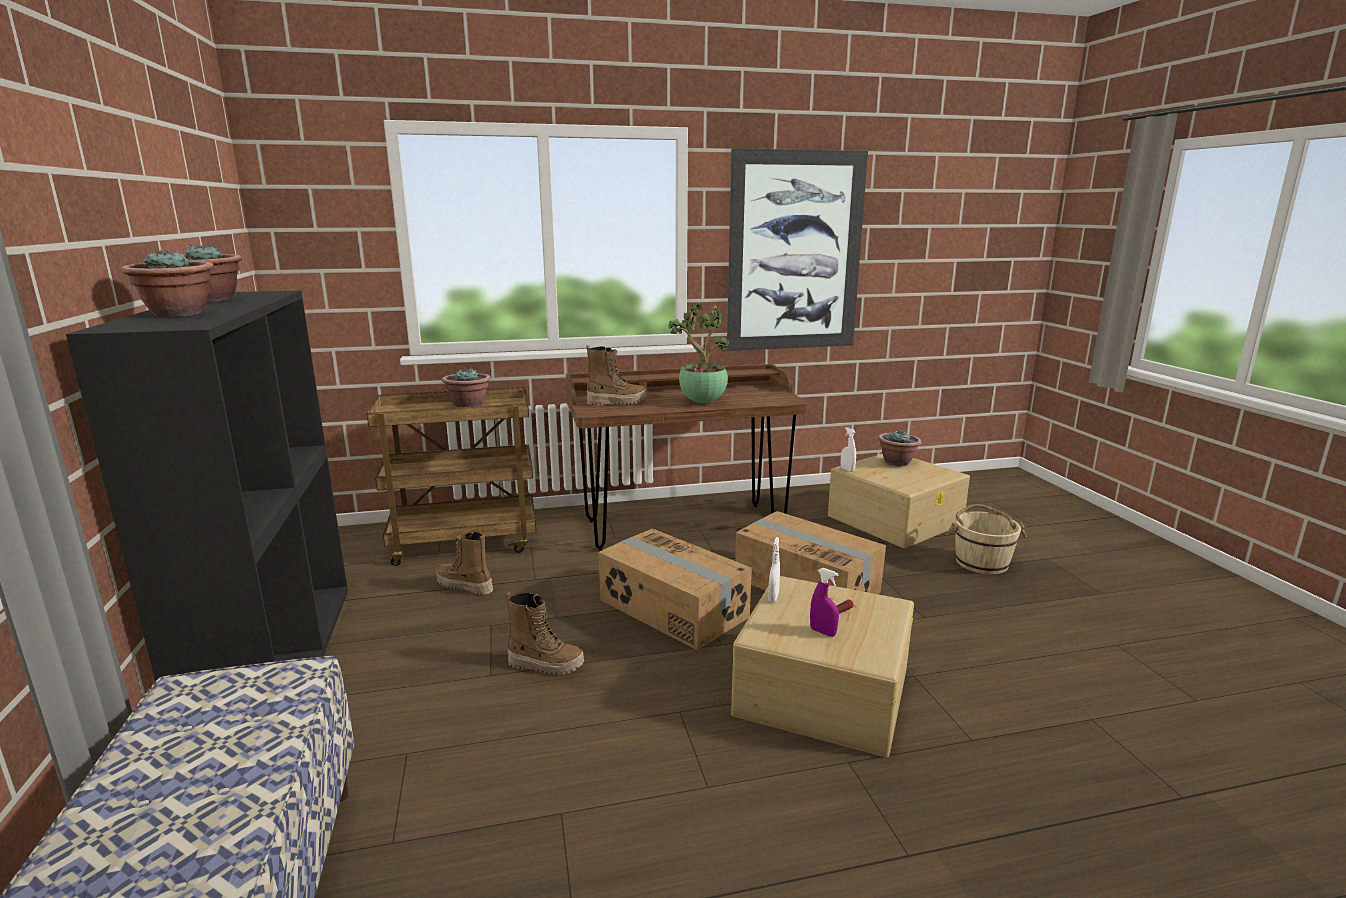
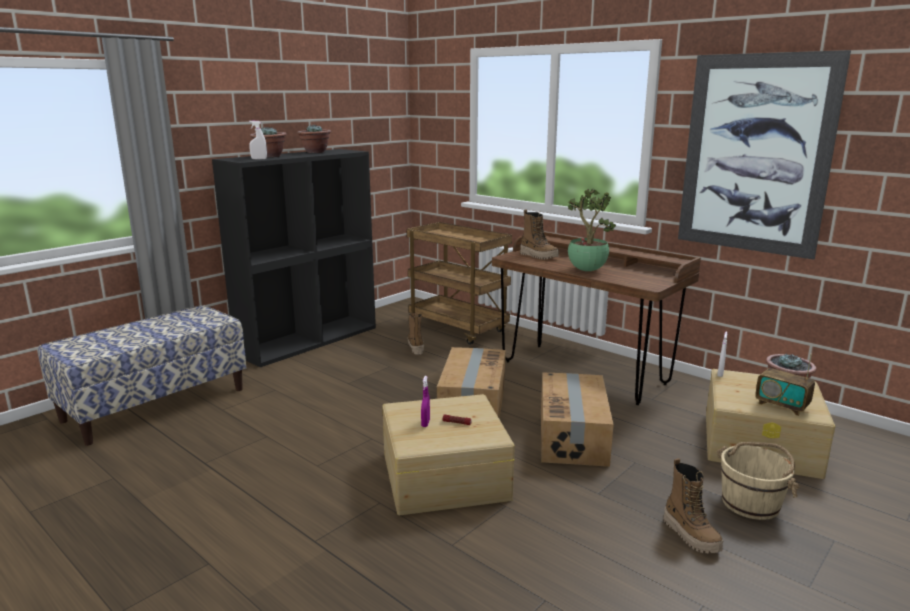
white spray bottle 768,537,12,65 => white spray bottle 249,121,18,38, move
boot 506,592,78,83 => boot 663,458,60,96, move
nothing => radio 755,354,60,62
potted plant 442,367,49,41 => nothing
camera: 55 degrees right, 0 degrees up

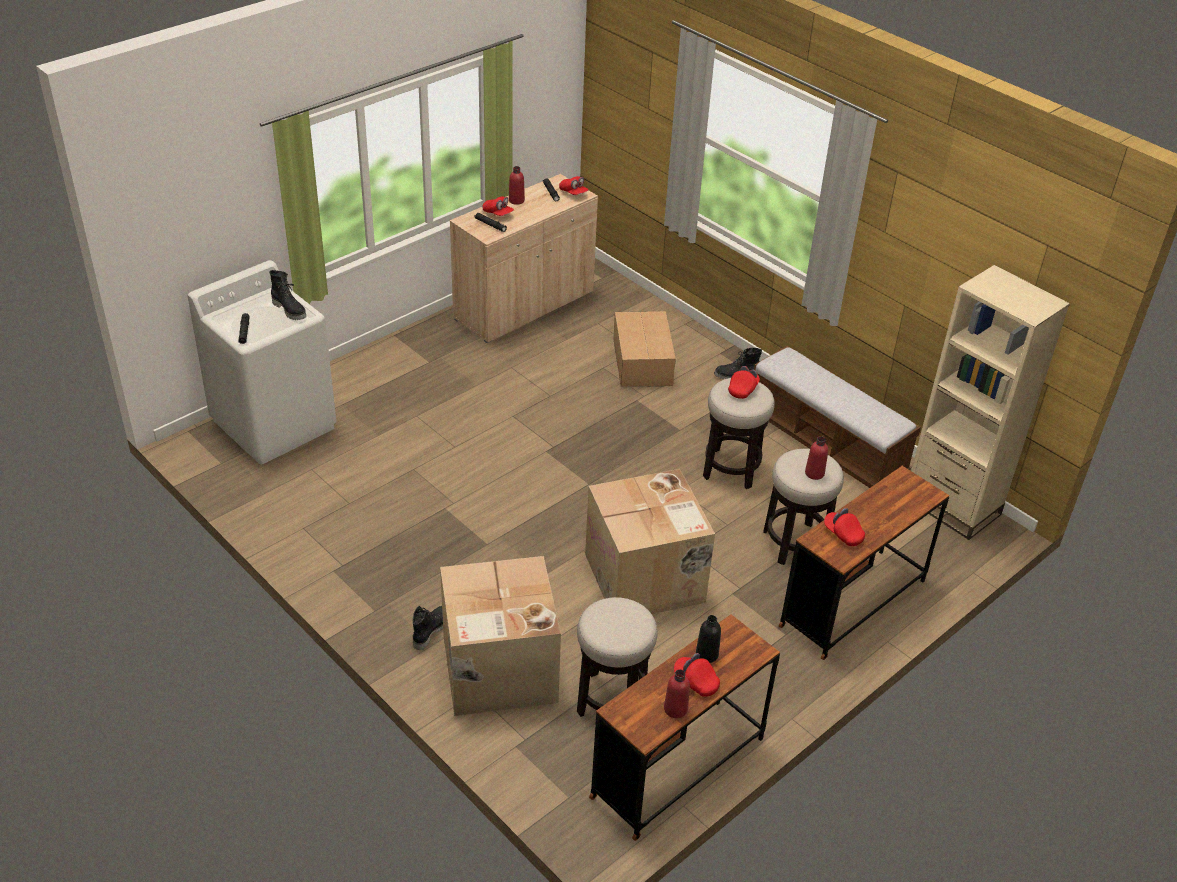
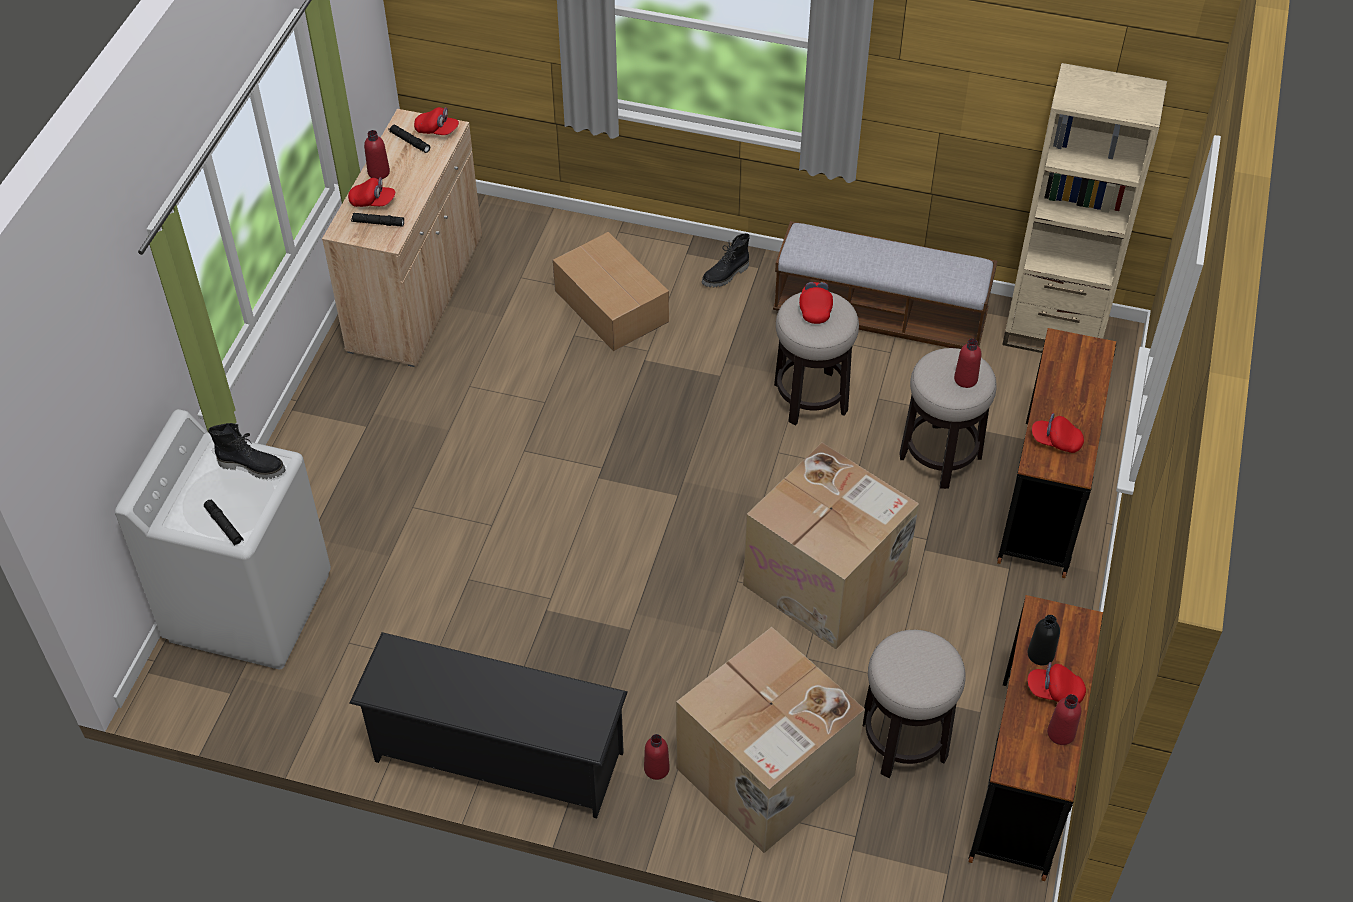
nothing => black shoe rack 349,632,279,186
black boot 412,606,31,44 => red bottle 644,734,26,46
camera: 30 degrees left, 10 degrees up

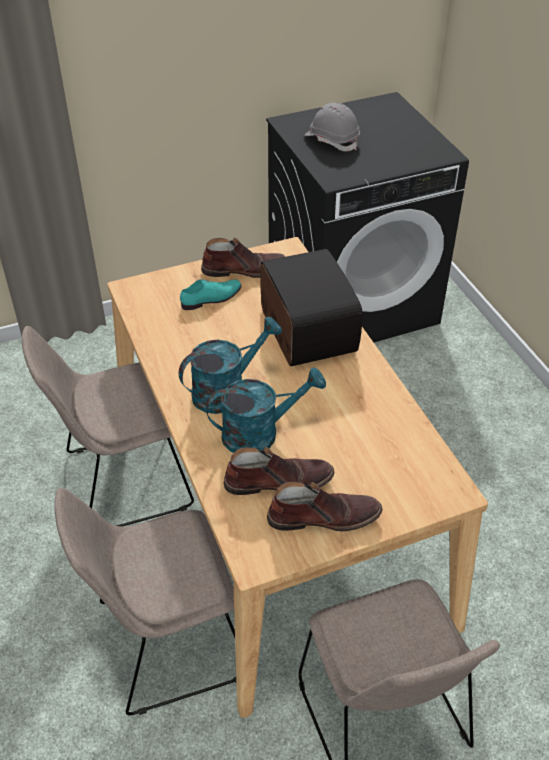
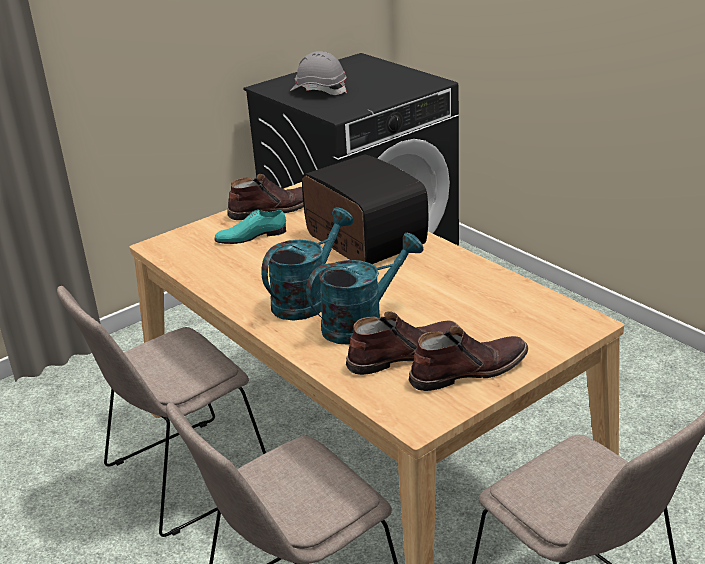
turquoise shoe 180,279,61,31 => turquoise shoe 214,209,72,35, 150 degrees counterclockwise
camera: 15 degrees left, 15 degrees down

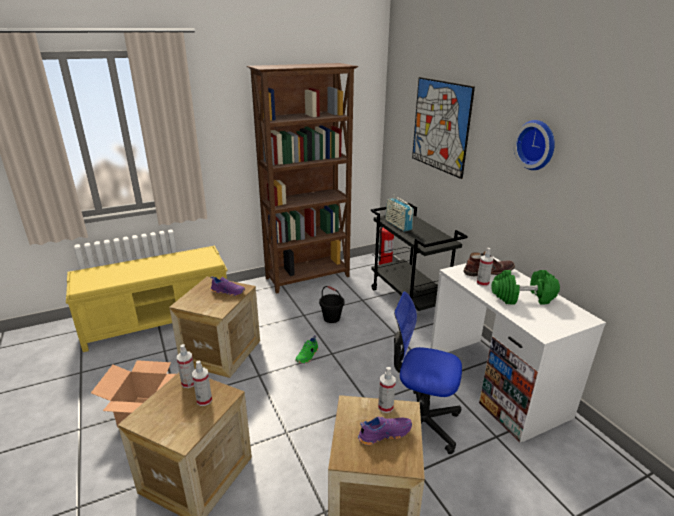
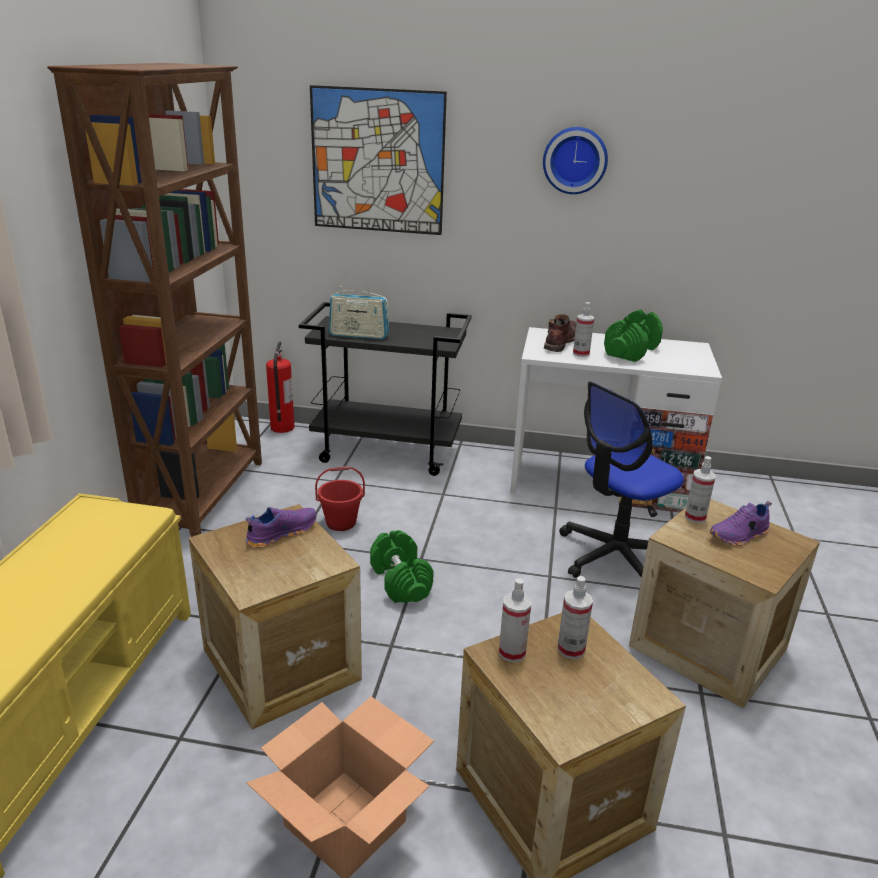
black bucket 319,286,25,37 => red bucket 315,466,50,65
green shoe 296,335,22,29 => green dumbbell 370,530,64,73
purple shoe 358,416,54,29 => purple shoe 710,501,62,45, 135 degrees counterclockwise
camera: 55 degrees left, 0 degrees up

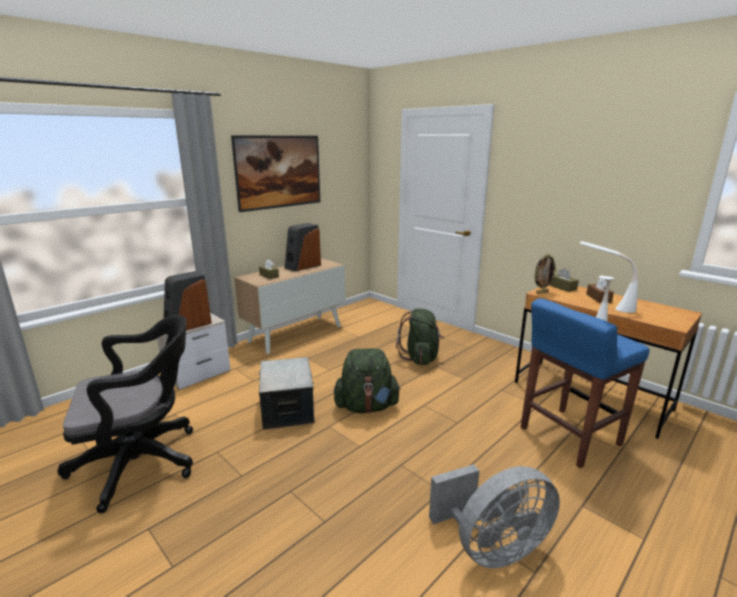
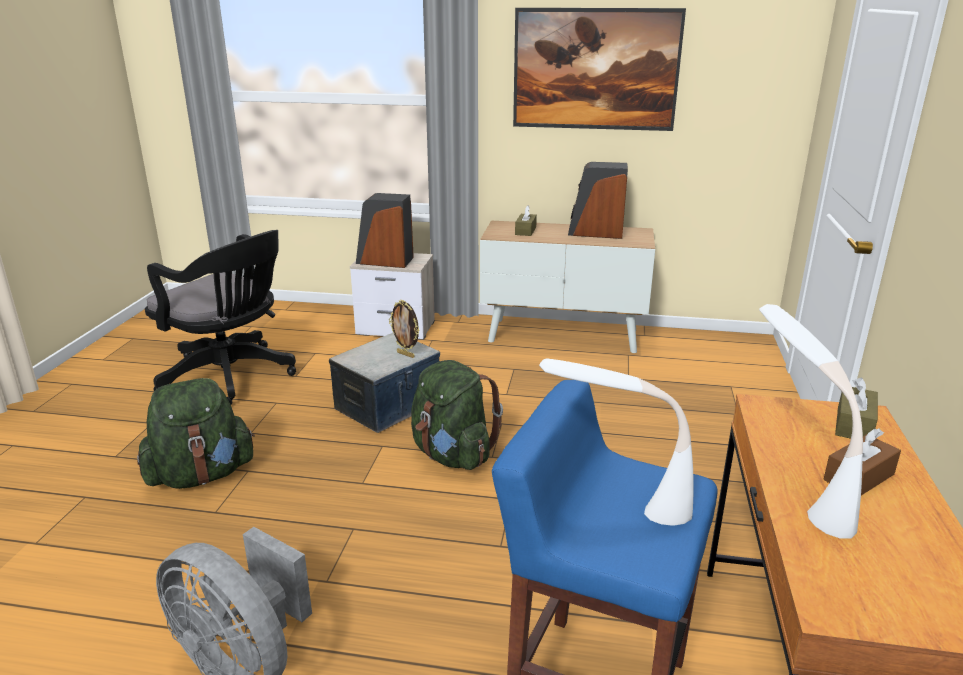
green backpack 396,308,48,57 => green backpack 137,378,118,111, move
picture frame 534,254,23,40 => picture frame 389,300,31,58, move
camera: 55 degrees right, 5 degrees up

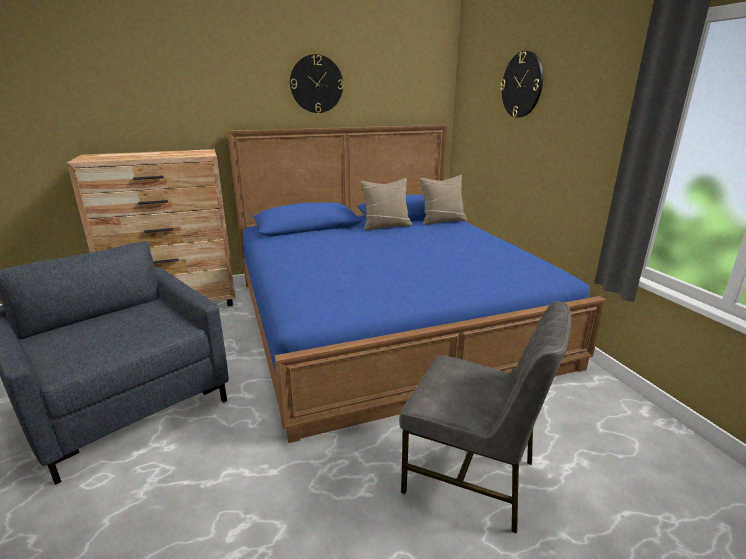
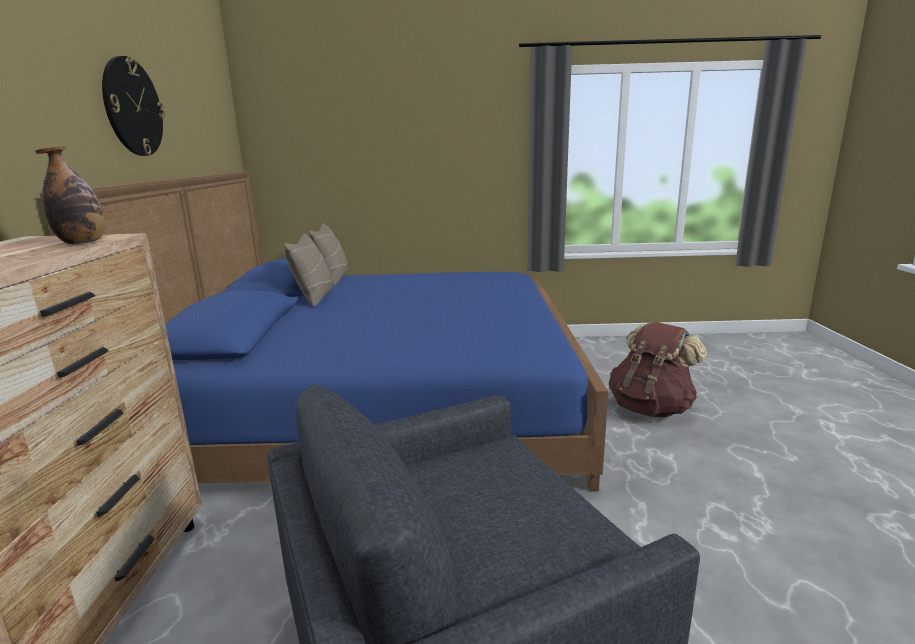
nothing => bottle 35,146,70,99
grey chair 399,301,172,233 => brown backpack 609,322,98,96
wall clock 500,51,43,67 => nothing
camera: 70 degrees left, 5 degrees down

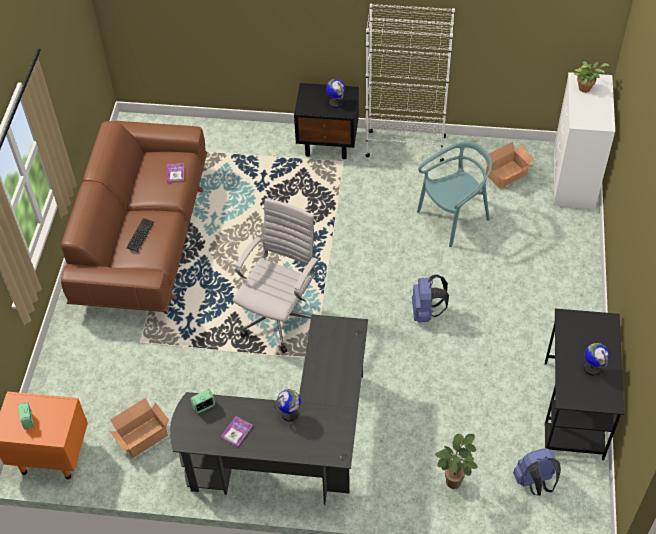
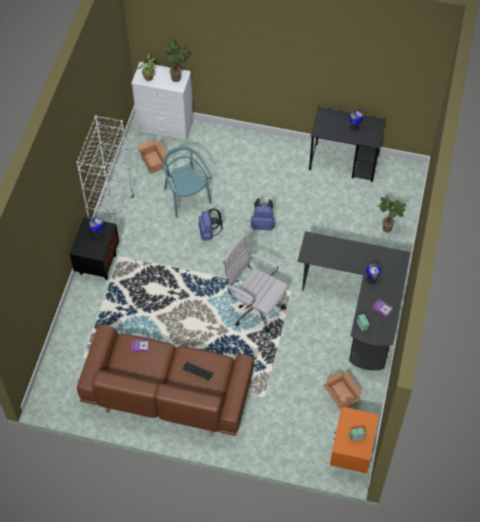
nothing => potted plant 163,41,27,41
blue backpack 513,448,48,48 => blue backpack 199,208,24,33, move
camera: 85 degrees left, 5 degrees up

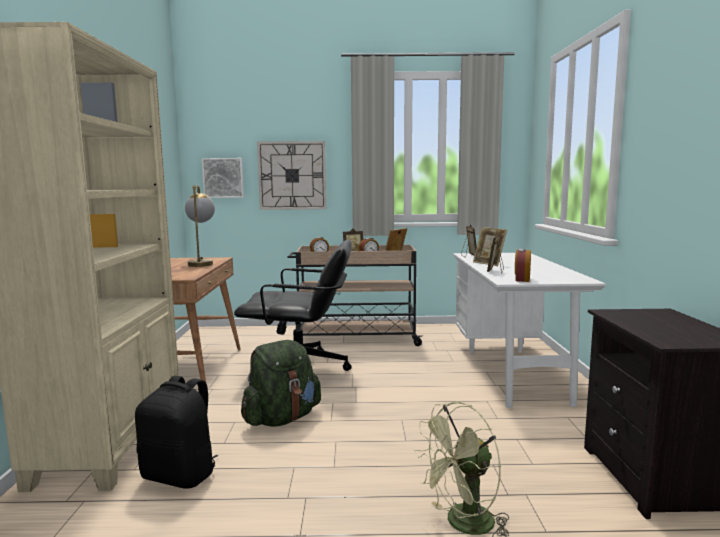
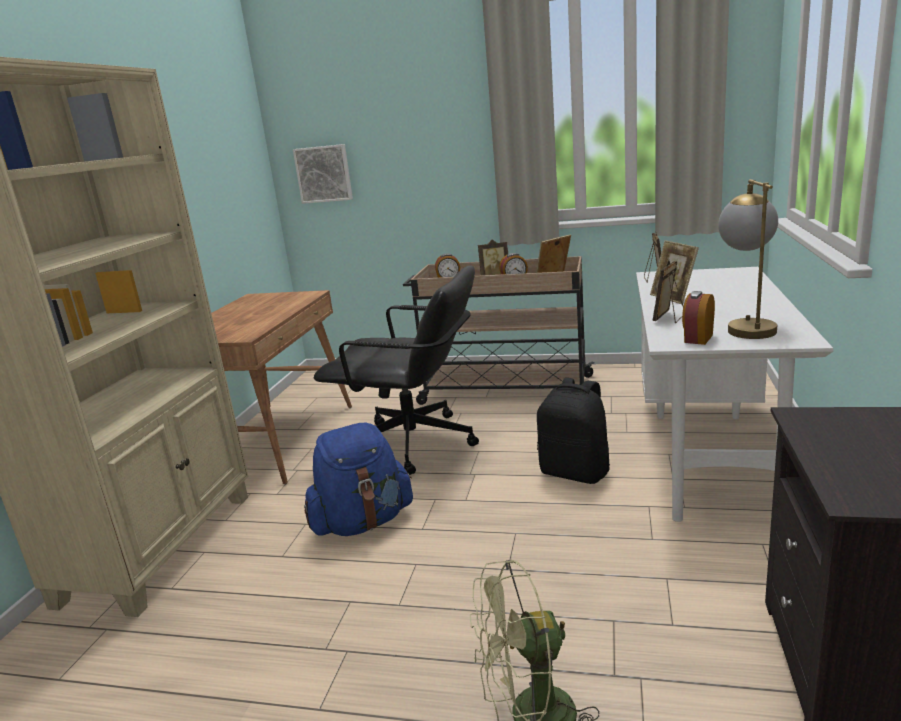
green backpack 241,340,80,87 => blue backpack 304,422,109,114
black backpack 135,376,83,112 => black backpack 537,378,73,106, move
table lamp 185,185,30,82 => table lamp 718,179,60,160, move
wall clock 257,141,69,69 => nothing
camera: 15 degrees right, 10 degrees up

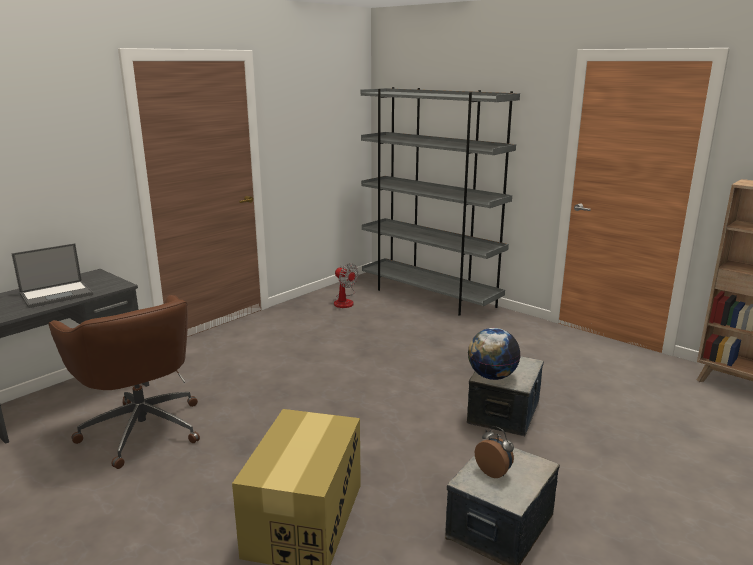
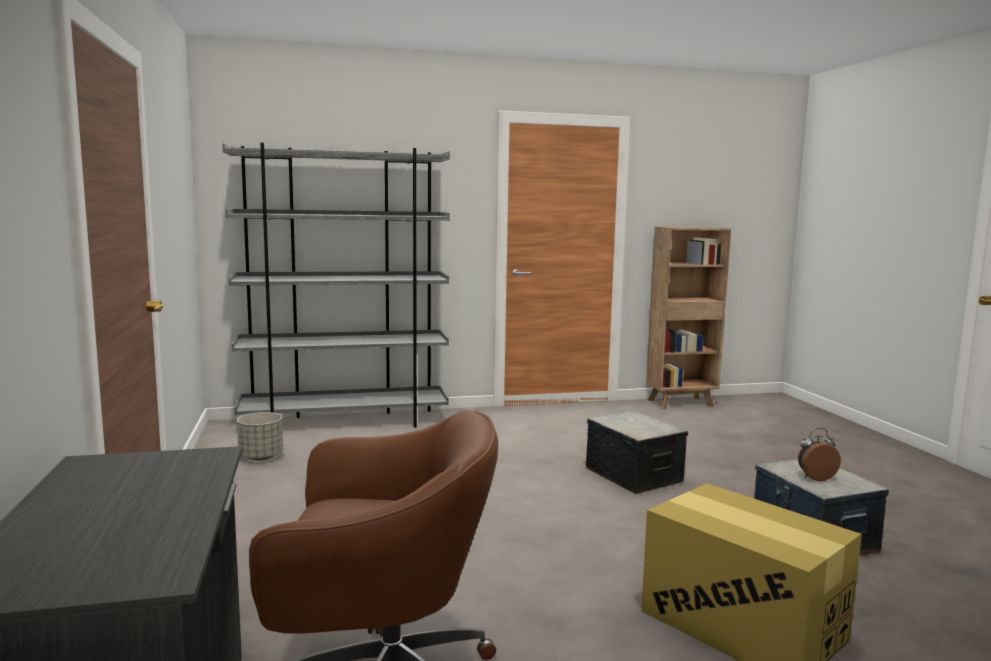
fan 334,263,25,45 => grey planter 237,412,46,48
laptop 11,243,82,65 => nothing
globe 468,328,53,52 => nothing
camera: 55 degrees left, 10 degrees down

